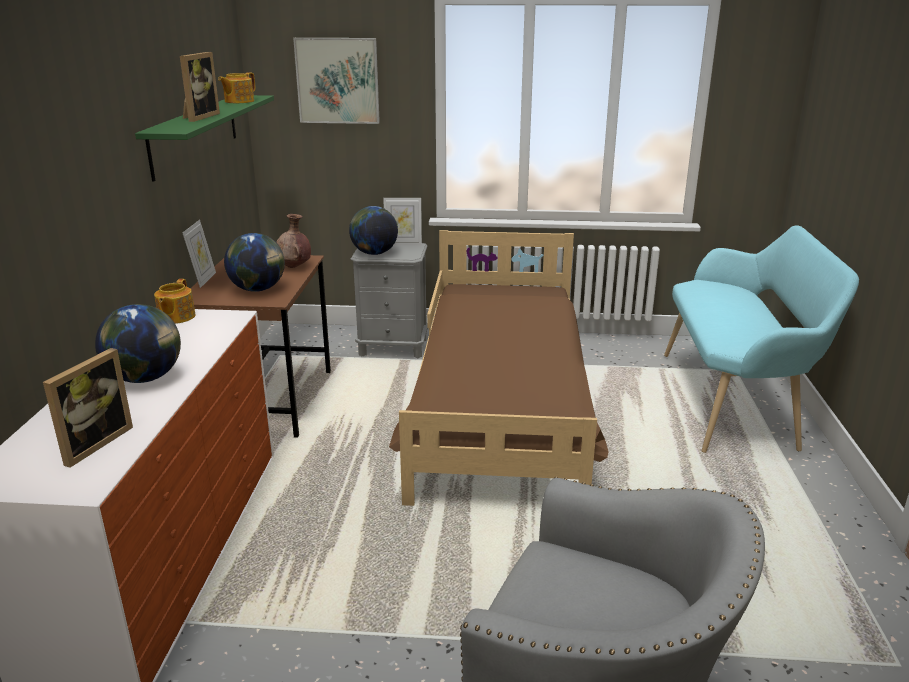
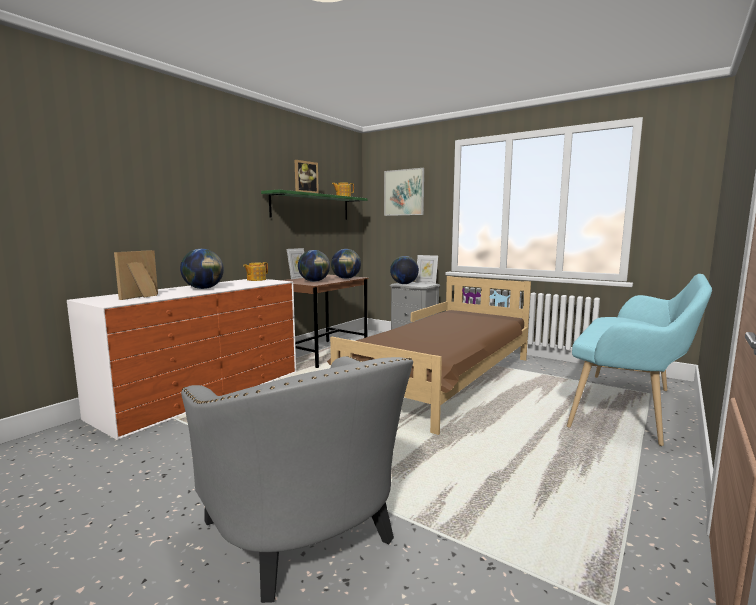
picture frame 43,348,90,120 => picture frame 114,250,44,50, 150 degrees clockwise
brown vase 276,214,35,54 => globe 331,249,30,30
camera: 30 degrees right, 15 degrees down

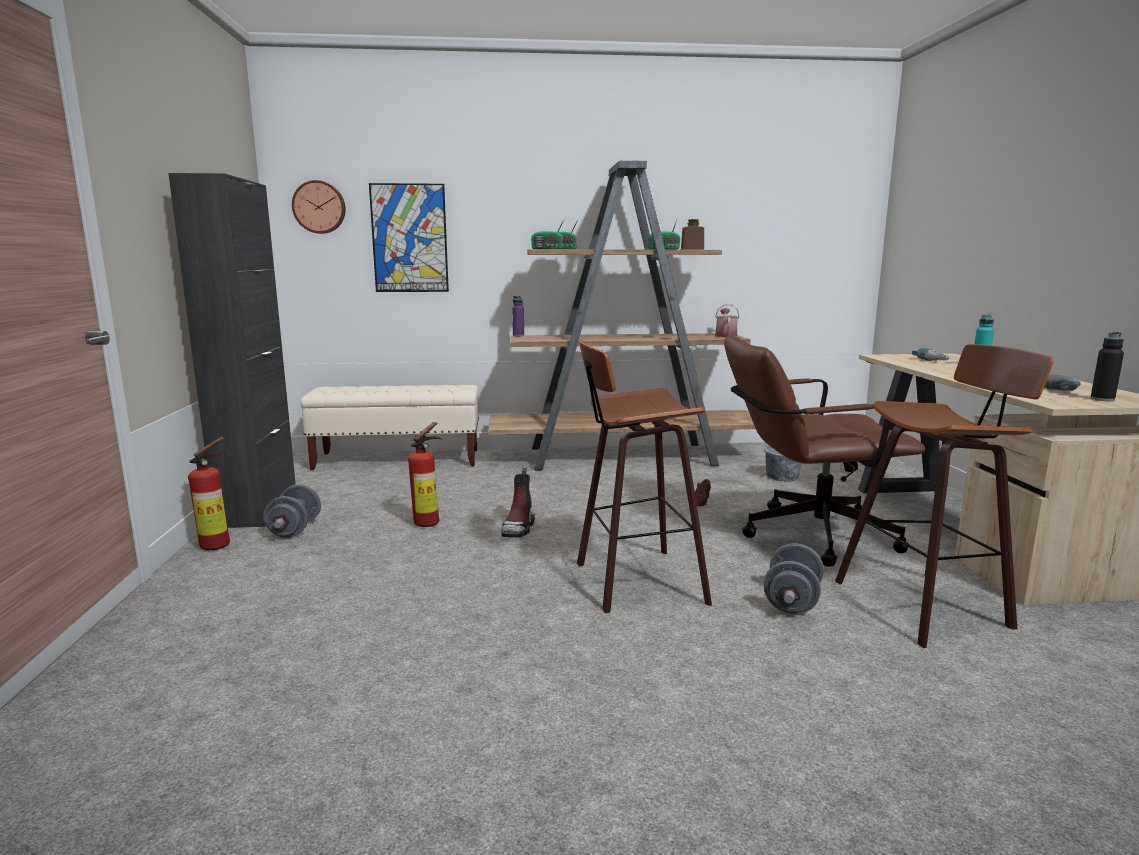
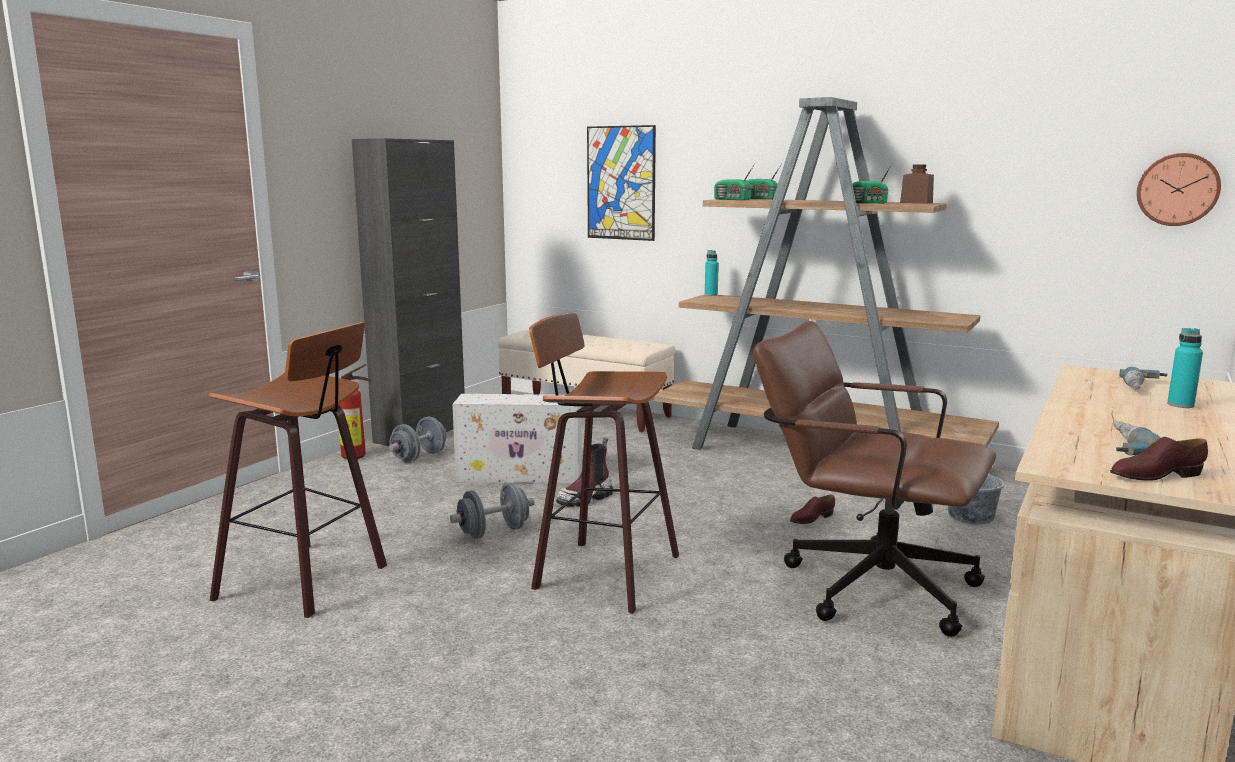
stool 835,344,219,304 => stool 209,322,178,296, move
grey dumbbell 763,543,61,71 => grey dumbbell 450,482,85,57, move
fire extinguisher 408,422,34,105 => white storage box 452,394,130,90
purple bottle 512,296,12,40 => turquoise bottle 705,250,14,46
black bottle 1090,332,34,69 => brown shoe 1110,437,98,44
wall clock 292,180,54,54 => wall clock 1137,153,84,73, move
watering can 715,304,25,33 => nothing
camera: 35 degrees right, 0 degrees up

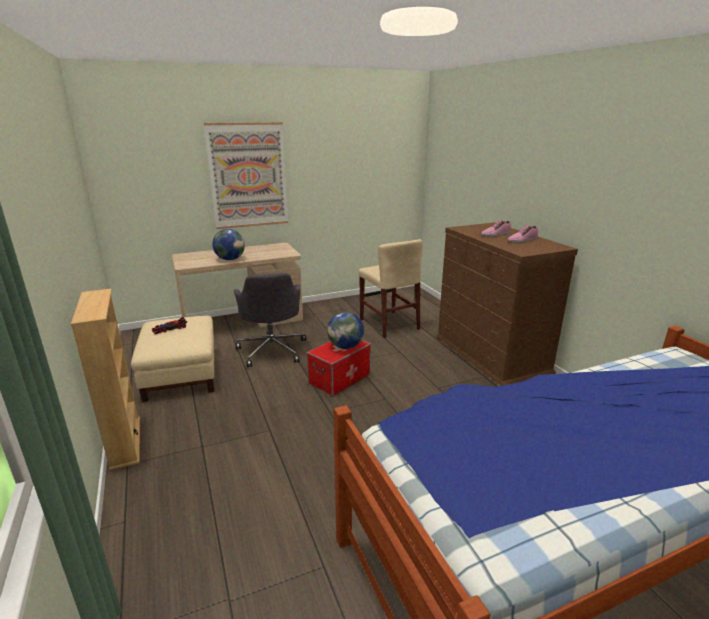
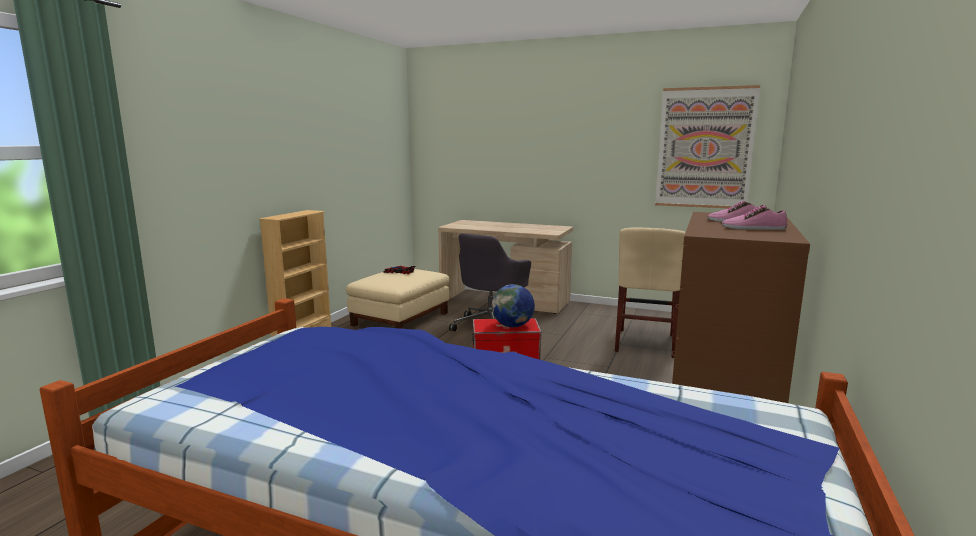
picture 204,122,84,107 => picture 655,85,105,123, move
globe 212,229,33,31 => nothing
camera: 45 degrees right, 10 degrees down

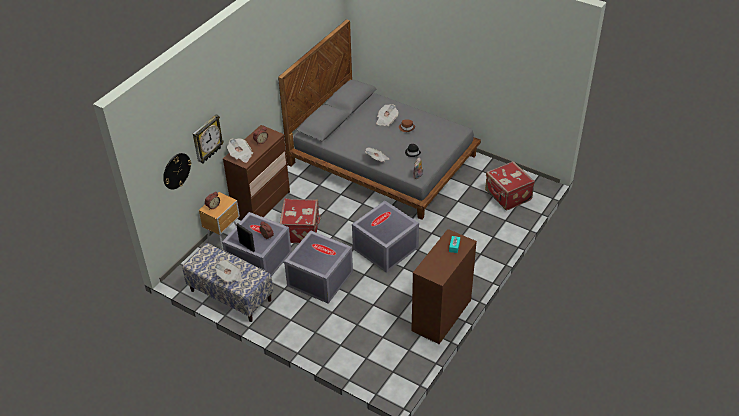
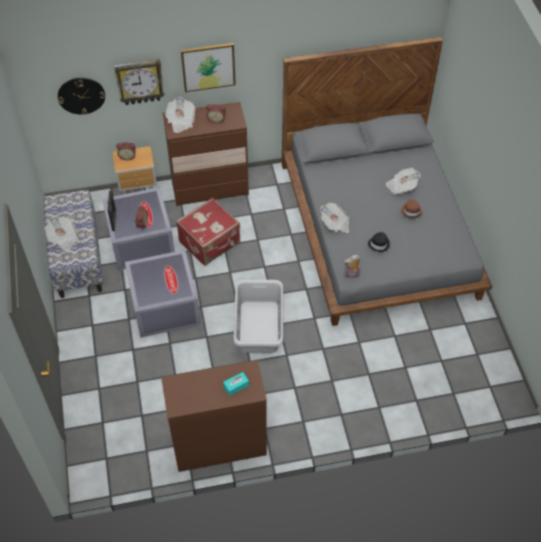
nothing => picture 181,43,55,49
grey storage box 352,201,67,72 => grey laundry basket 233,280,50,73
red suitcase 485,161,50,50 => nothing
camera: 45 degrees right, 10 degrees up

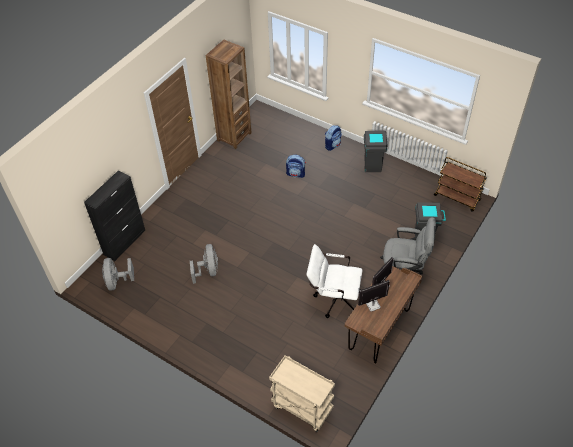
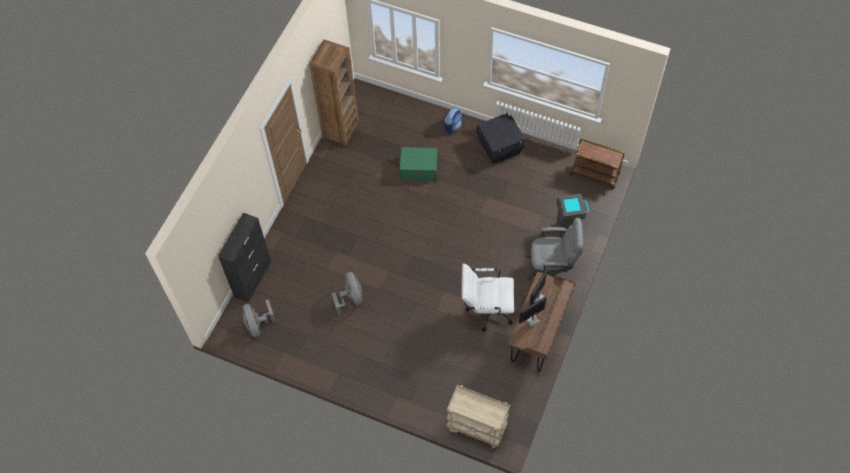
backpack 286,155,20,23 => green storage box 400,147,37,34
grey trash can 364,131,24,41 => black storage box 476,113,50,51
camera: 10 degrees left, 10 degrees up

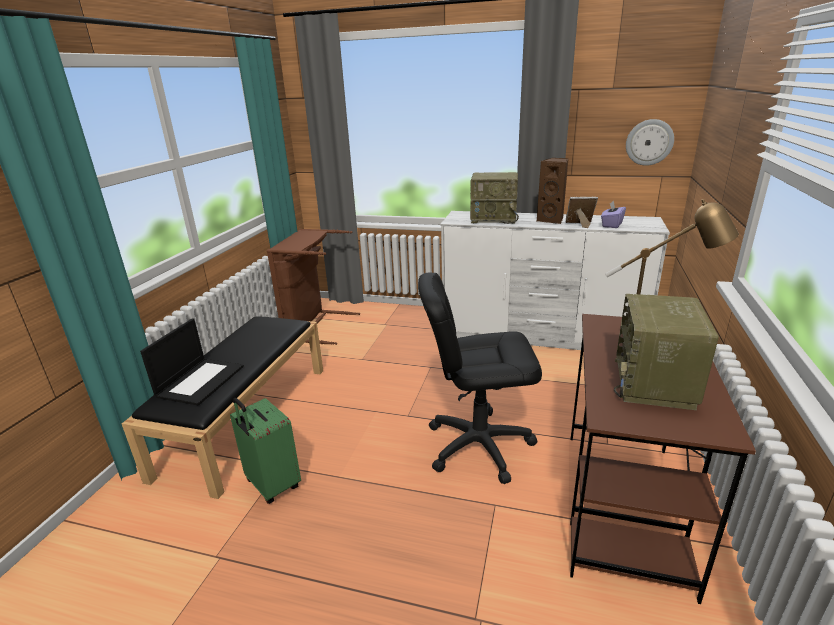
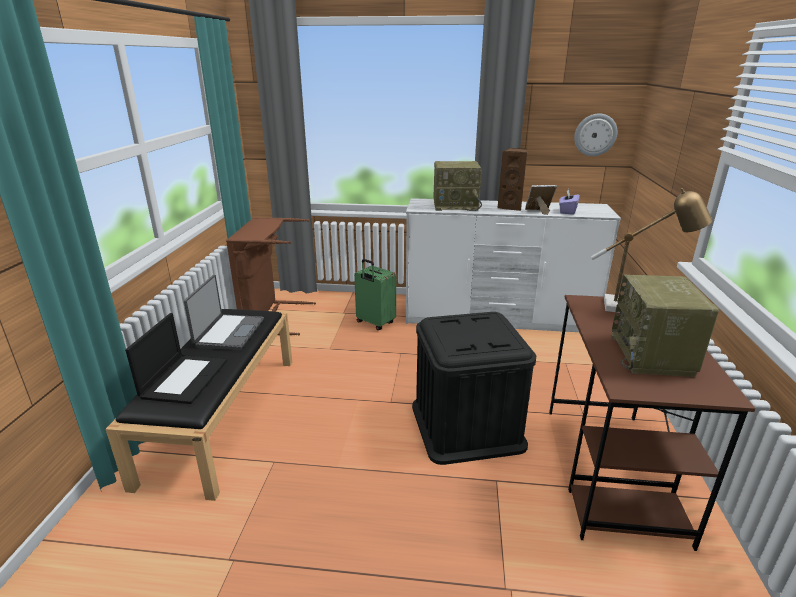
nothing => laptop 184,275,80,75
green suitcase 230,398,71,106 => green suitcase 354,259,42,71, move
black office chair 418,273,124,211 => black storage box 412,312,124,153
camera: 10 degrees left, 0 degrees up

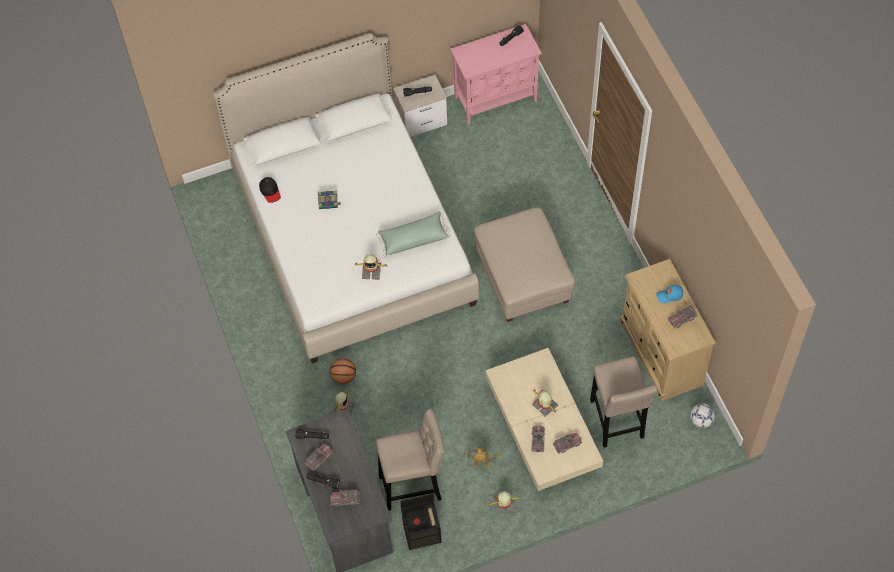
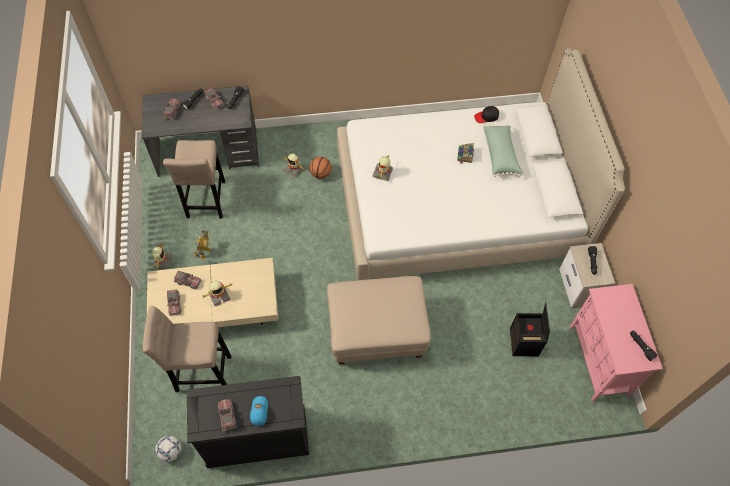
beige dresser 620,259,96,142 => black dresser 187,376,122,92
green pillow 376,212,75,44 => green pillow 483,124,40,53, move
black storage box 400,493,41,57 => black storage box 510,302,40,54, move
camera: 100 degrees right, 0 degrees up

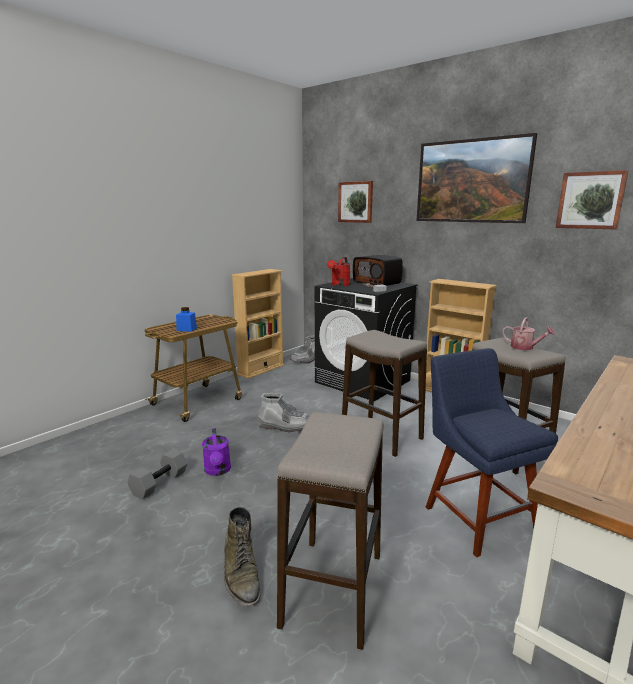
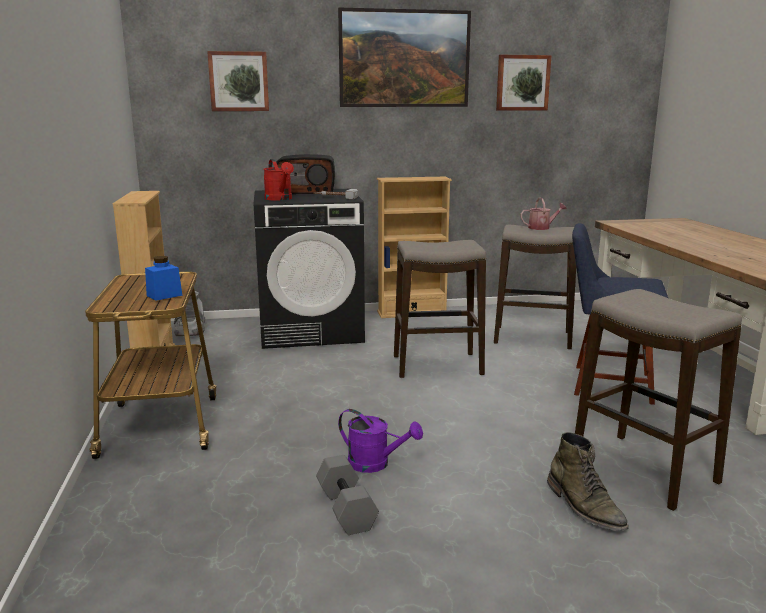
green boot 224,507,36,99 => green boot 547,432,82,99, 45 degrees clockwise
grey boot 257,393,52,39 => nothing
camera: 50 degrees left, 0 degrees up

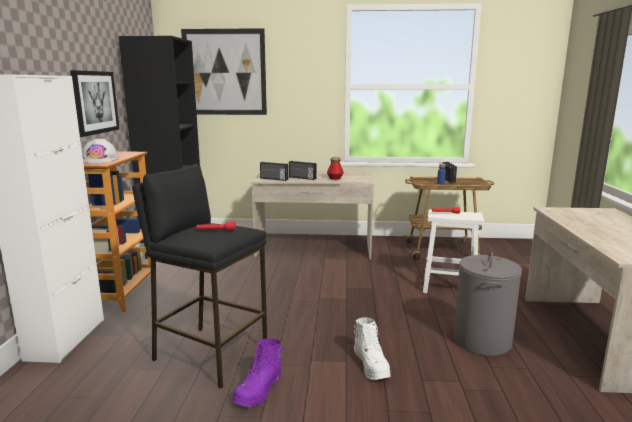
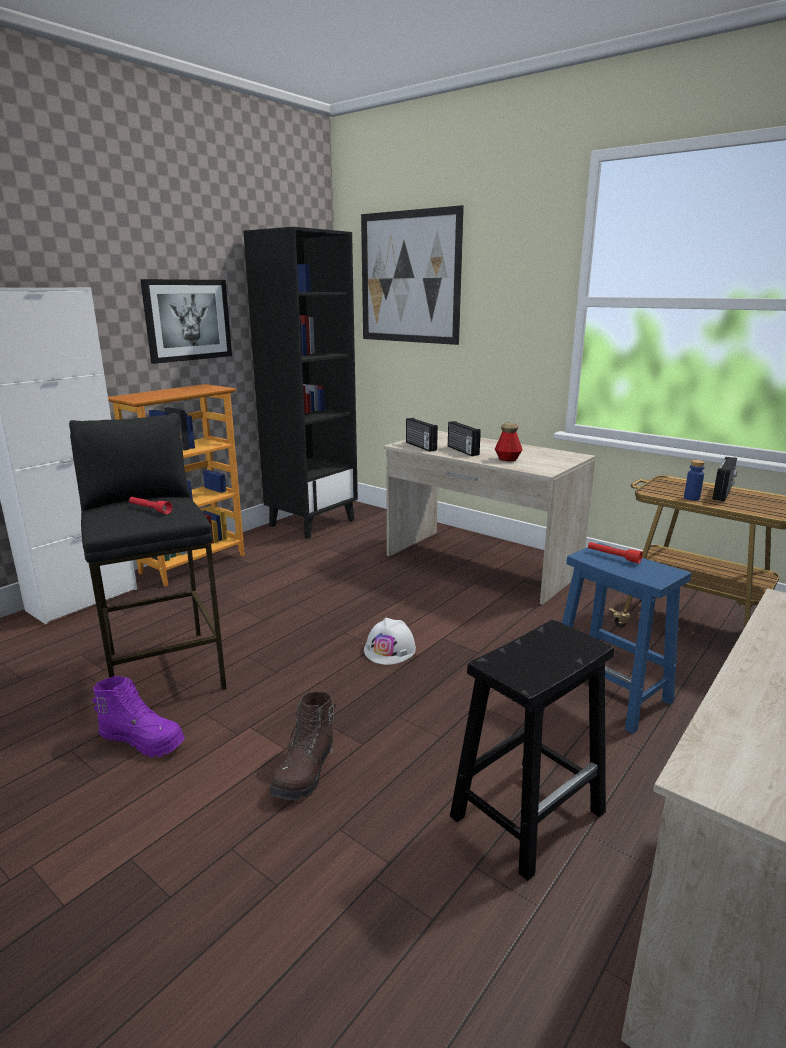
purple boot 232,338,52,69 => purple boot 92,676,93,81, 135 degrees counterclockwise
white boot 354,318,37,62 => brown boot 269,692,67,108
white hard hat 82,138,37,25 => white hard hat 364,618,52,47, move
grey laundry basket 454,252,68,104 => black stool 450,620,164,261
white stool 423,209,61,84 => blue stool 562,543,129,191
camera: 35 degrees right, 5 degrees up

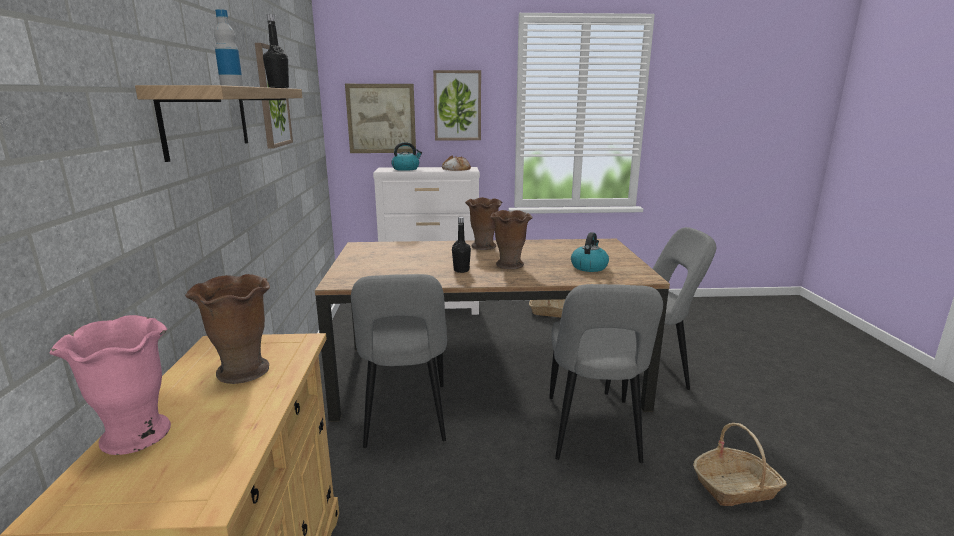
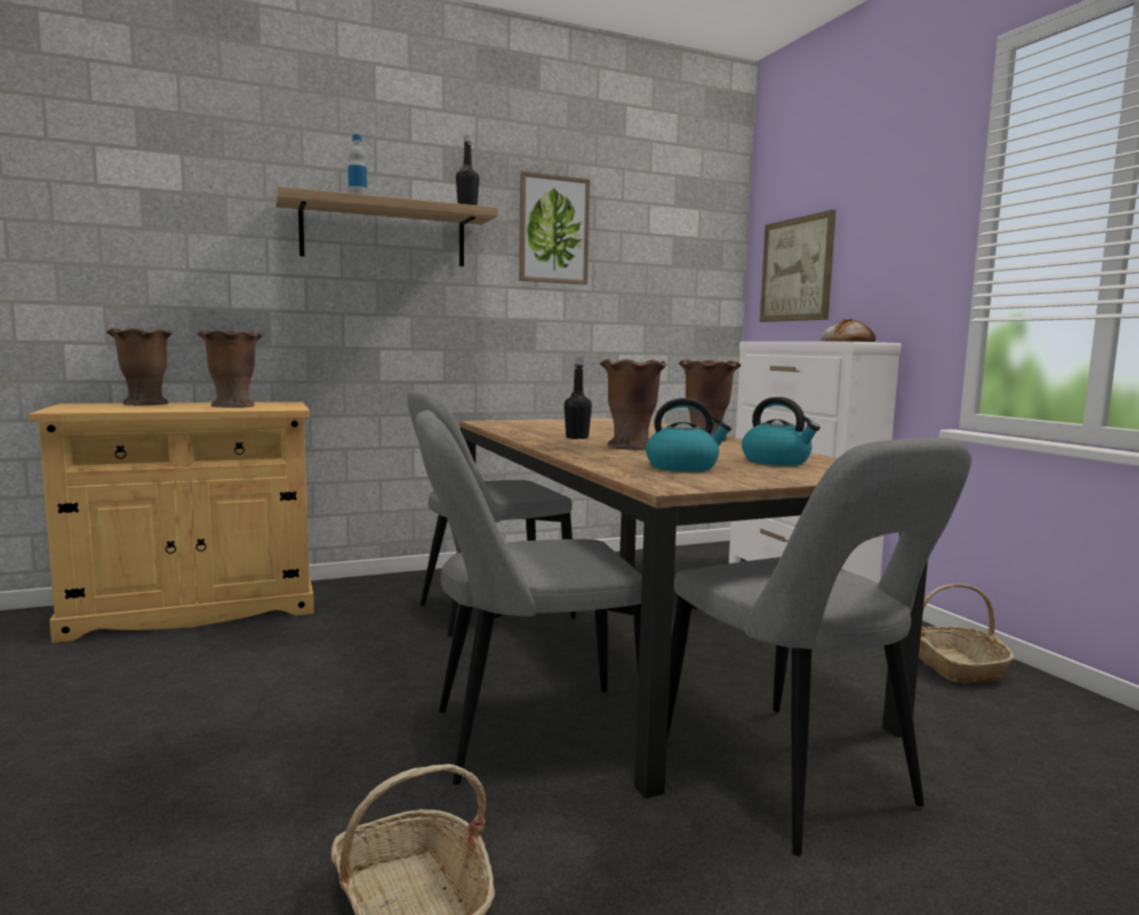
pink vase 50,315,121,140 => brown vase 107,328,65,77
kettle 391,142,31,29 => kettle 742,397,78,69, move
picture 433,70,48,71 => nothing
camera: 70 degrees right, 10 degrees down

